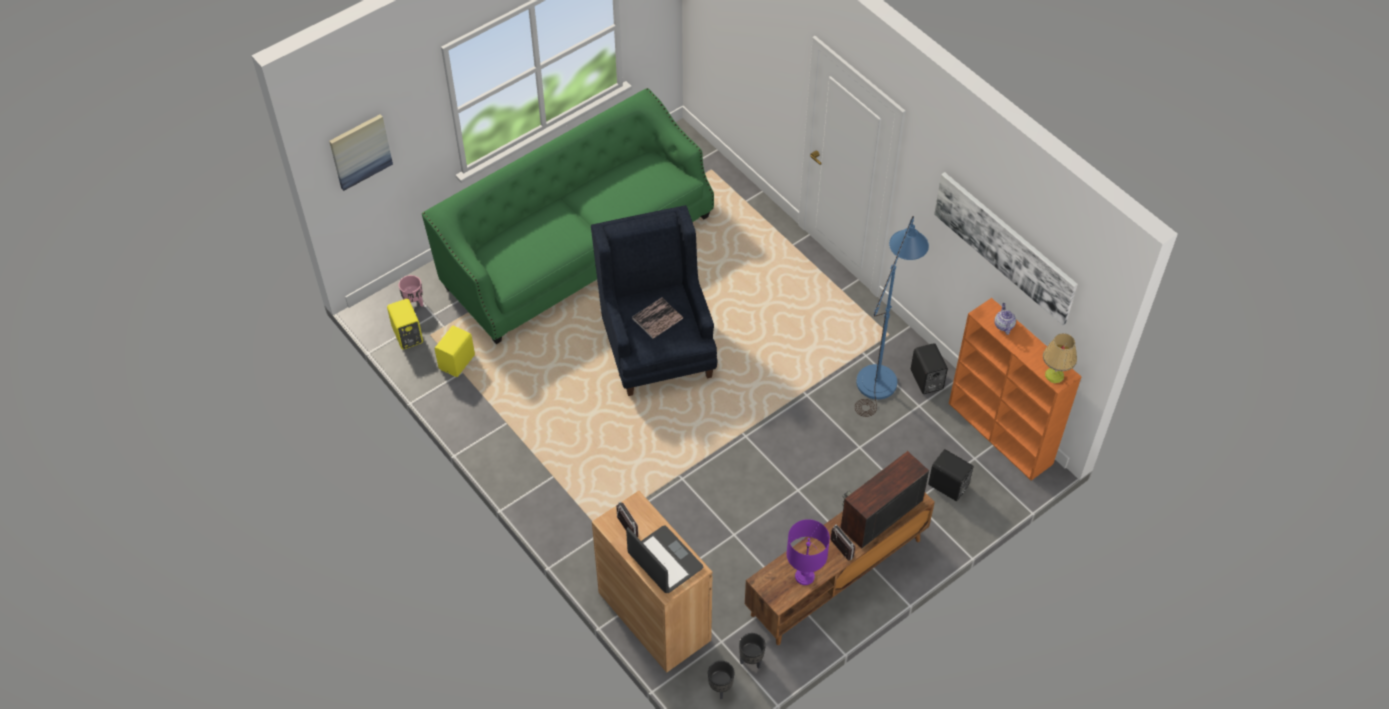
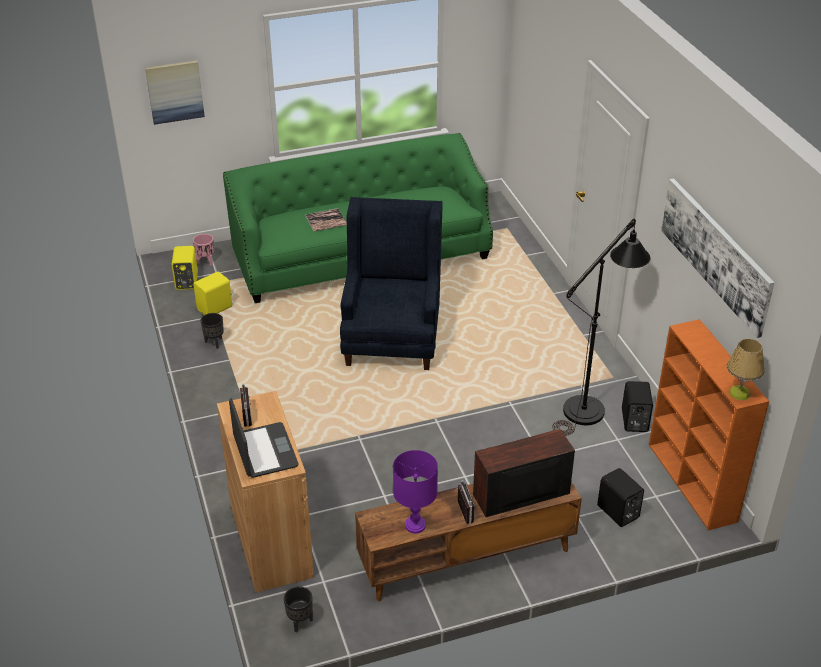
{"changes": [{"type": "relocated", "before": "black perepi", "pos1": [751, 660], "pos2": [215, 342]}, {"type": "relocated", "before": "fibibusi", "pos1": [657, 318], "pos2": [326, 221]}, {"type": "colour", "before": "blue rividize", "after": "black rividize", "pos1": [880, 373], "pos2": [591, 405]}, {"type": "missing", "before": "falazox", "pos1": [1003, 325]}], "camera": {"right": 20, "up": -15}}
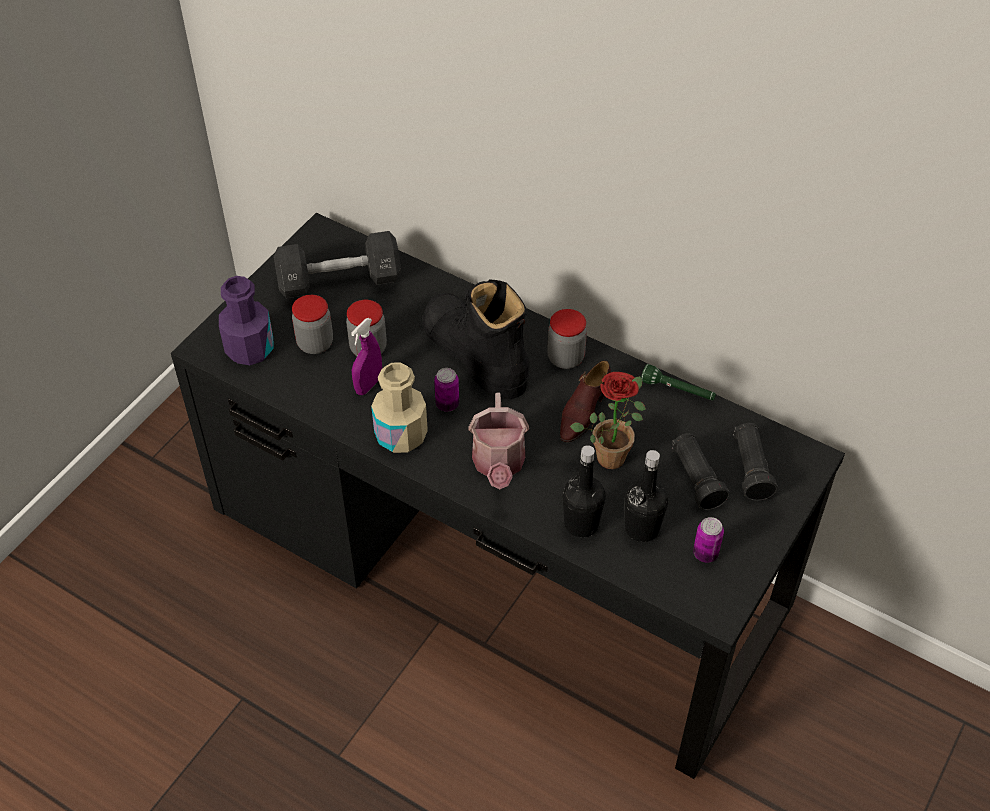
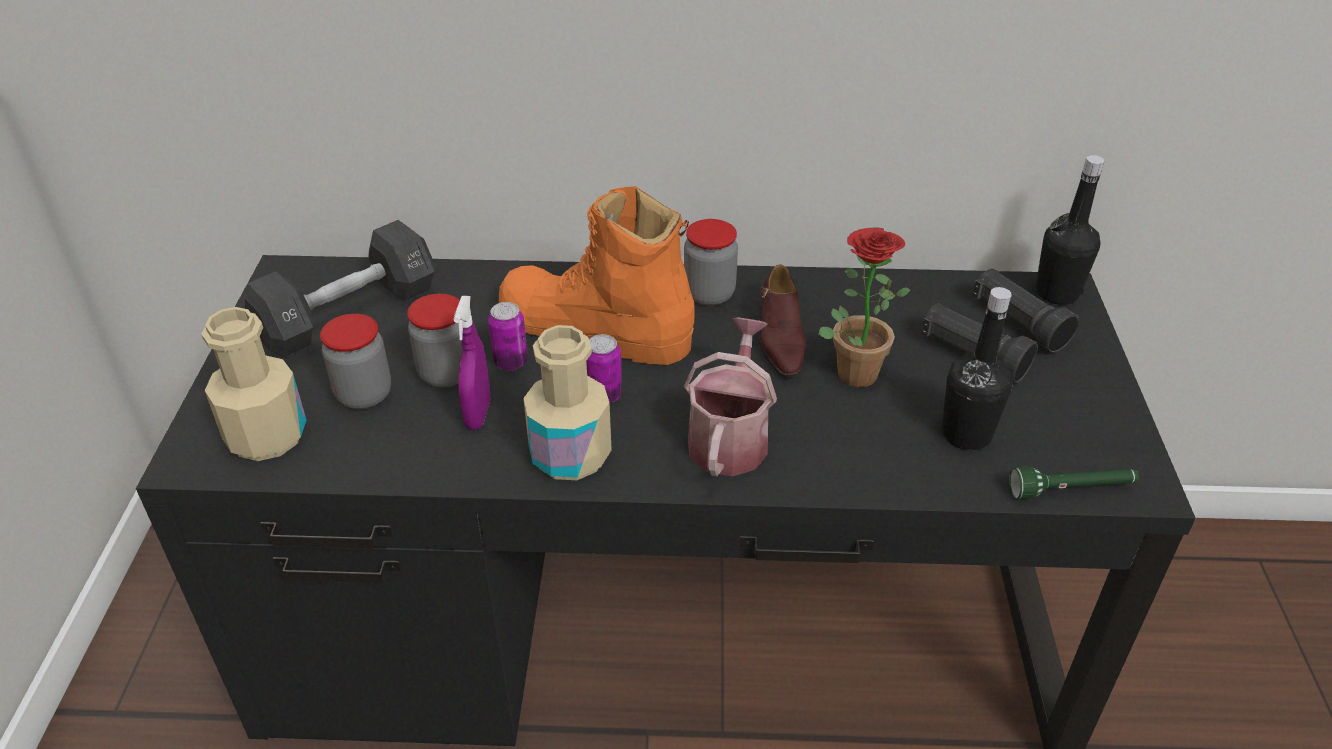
{"changes": [{"type": "colour", "before": "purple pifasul", "after": "beige pifasul", "pos1": [250, 349], "pos2": [267, 436]}, {"type": "relocated", "before": "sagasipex", "pos1": [705, 553], "pos2": [511, 362]}, {"type": "colour", "before": "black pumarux", "after": "orange pumarux", "pos1": [475, 354], "pos2": [595, 329]}, {"type": "spun", "before": "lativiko", "pos1": [498, 465], "pos2": [730, 437], "turn": -135}, {"type": "relocated", "before": "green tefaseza", "pos1": [678, 390], "pos2": [1071, 490]}, {"type": "relocated", "before": "black pifasul", "pos1": [581, 524], "pos2": [1057, 293]}], "camera": {"right": -30, "up": -10}}
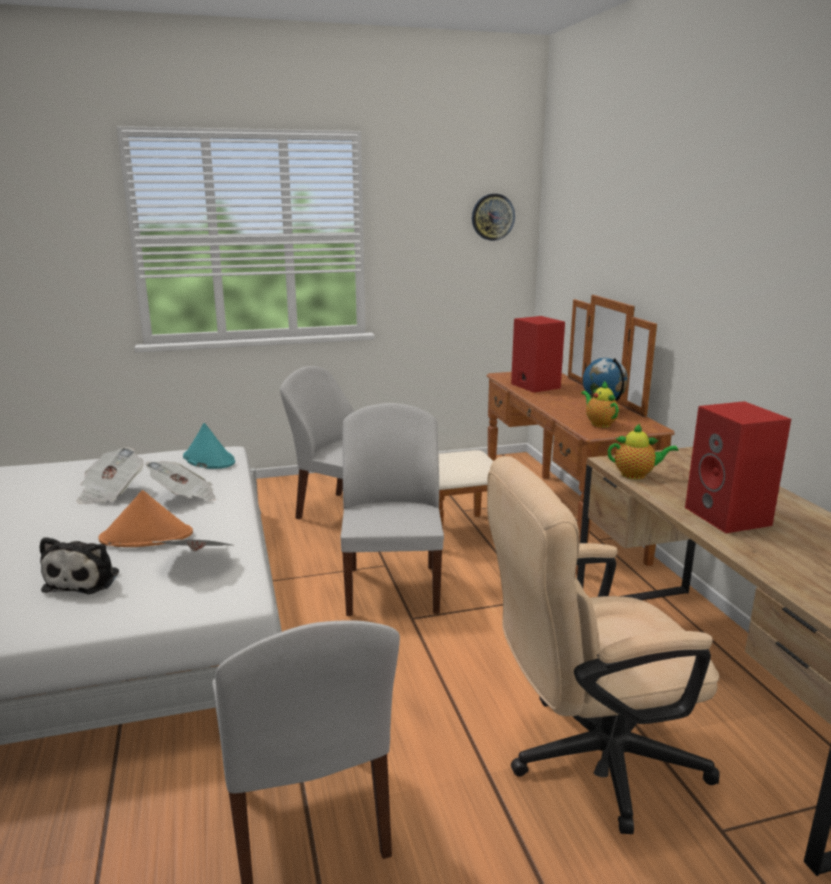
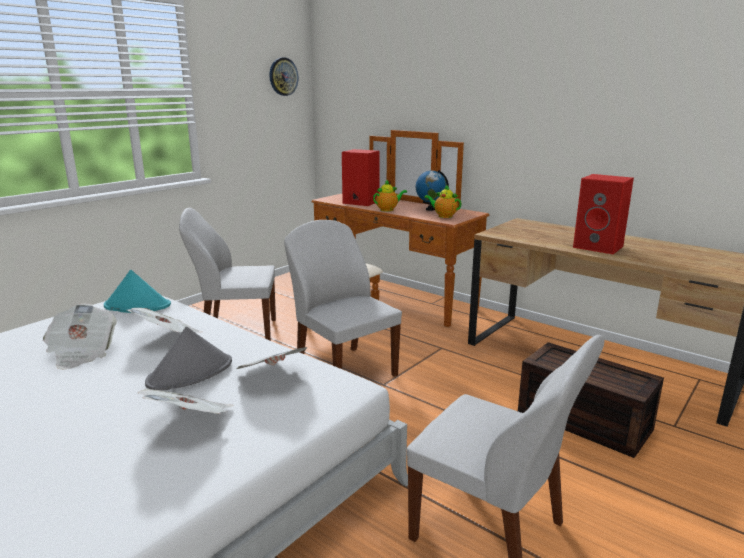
{"changes": [{"type": "exchanged", "before": "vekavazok", "after": "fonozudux", "pos1": [85, 579], "pos2": [191, 421]}, {"type": "colour", "before": "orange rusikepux", "after": "grey rusikepux", "pos1": [147, 536], "pos2": [190, 373]}, {"type": "relocated", "before": "falazox", "pos1": [636, 475], "pos2": [388, 210]}, {"type": "exchanged", "before": "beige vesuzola", "after": "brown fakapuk", "pos1": [588, 758], "pos2": [581, 420]}], "camera": {"right": -35, "up": 0}}
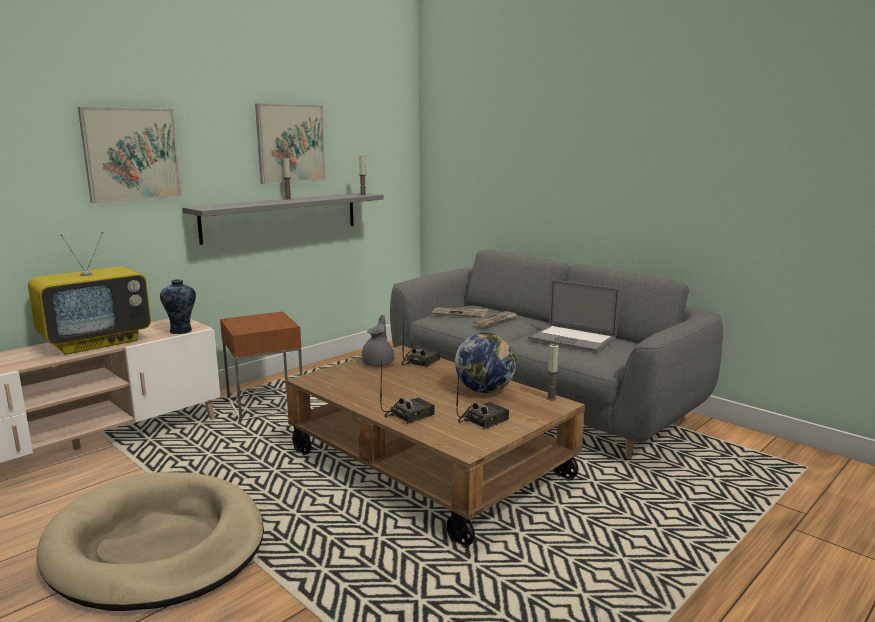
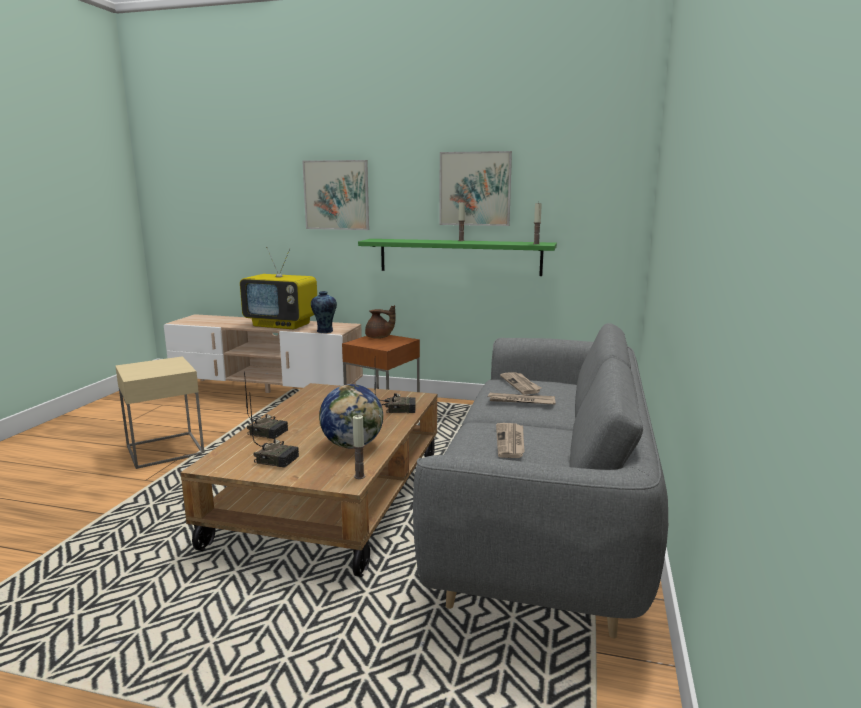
{"changes": [{"type": "exchanged", "before": "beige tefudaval", "after": "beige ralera", "pos1": [157, 546], "pos2": [165, 450]}, {"type": "colour", "before": "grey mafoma", "after": "green mafoma", "pos1": [282, 216], "pos2": [459, 256]}, {"type": "appeared", "after": "brown falazox", "pos2": [379, 337]}, {"type": "exchanged", "before": "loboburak", "after": "fonozudux", "pos1": [572, 339], "pos2": [511, 442]}, {"type": "missing", "before": "grey falazox", "pos1": [379, 363]}], "camera": {"right": 60, "up": 0}}
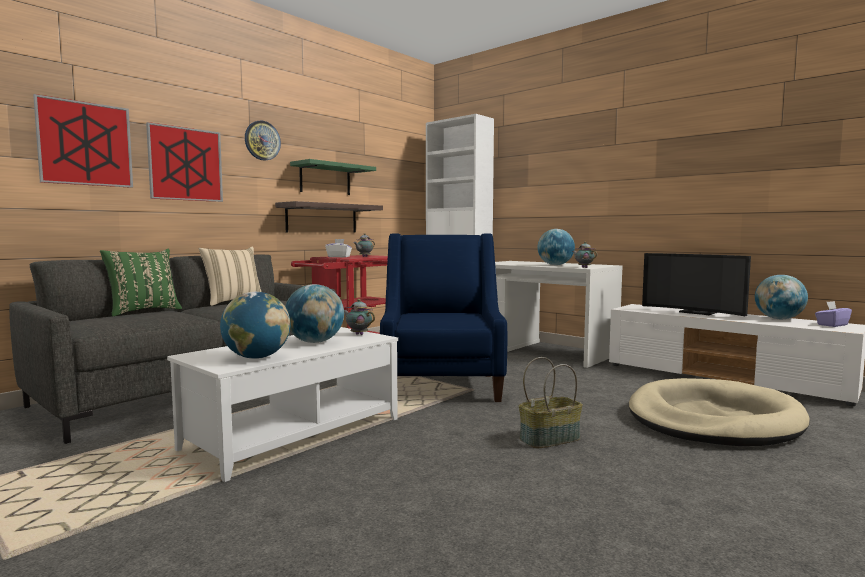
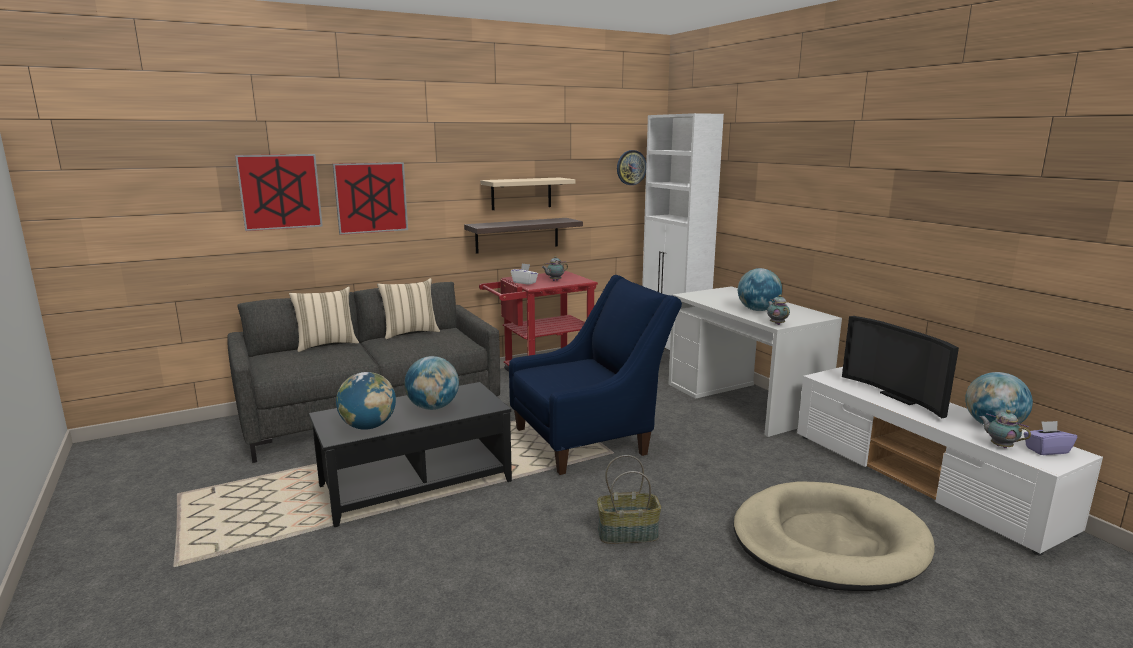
{"changes": [{"type": "colour", "before": "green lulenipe", "after": "beige lulenipe", "pos1": [143, 311], "pos2": [326, 344]}, {"type": "colour", "before": "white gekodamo", "after": "black gekodamo", "pos1": [293, 433], "pos2": [415, 483]}, {"type": "colour", "before": "green mafoma", "after": "beige mafoma", "pos1": [325, 179], "pos2": [521, 193]}, {"type": "spun", "before": "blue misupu", "pos1": [442, 384], "pos2": [589, 439], "turn": 45}, {"type": "relocated", "before": "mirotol", "pos1": [262, 140], "pos2": [631, 167]}, {"type": "relocated", "before": "falazox", "pos1": [358, 334], "pos2": [999, 446]}], "camera": {"right": 20, "up": 10}}
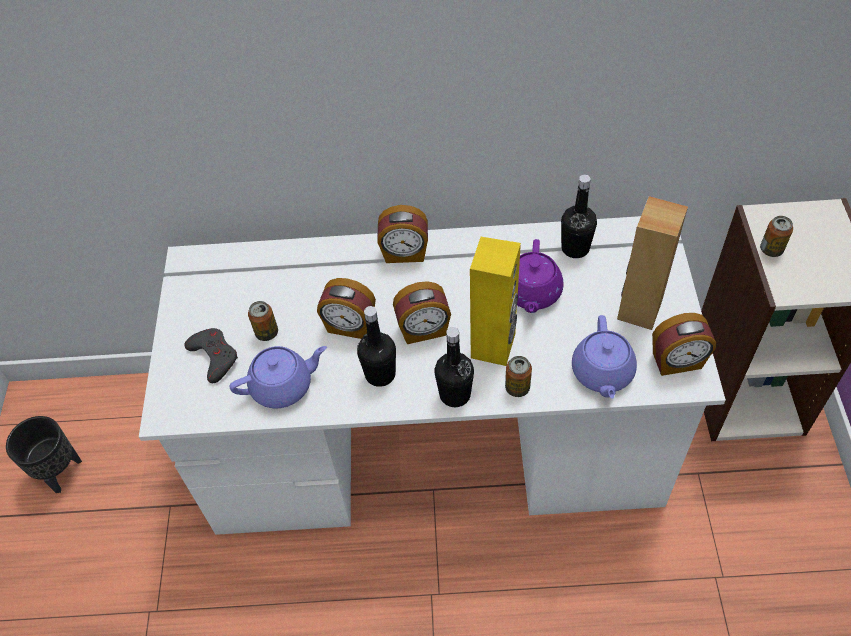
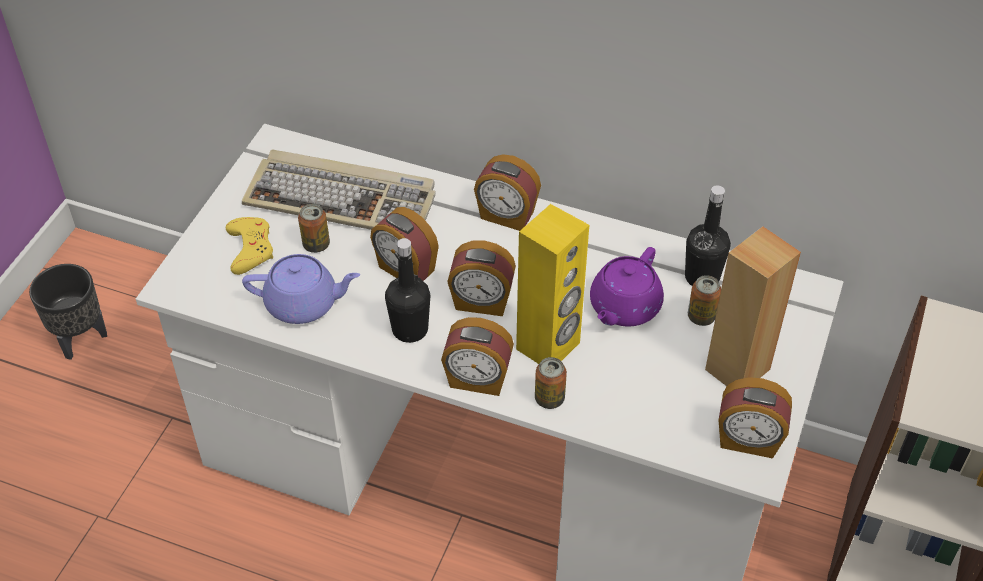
{"changes": [{"type": "colour", "before": "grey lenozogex", "after": "yellow lenozogex", "pos1": [214, 356], "pos2": [250, 248]}, {"type": "appeared", "after": "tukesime", "pos2": [343, 199]}, {"type": "exchanged", "before": "black pifasul", "after": "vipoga", "pos1": [455, 394], "pos2": [477, 380]}, {"type": "relocated", "before": "sagasipex", "pos1": [771, 249], "pos2": [701, 316]}, {"type": "missing", "before": "purple falazox", "pos1": [602, 373]}], "camera": {"right": 20, "up": -5}}
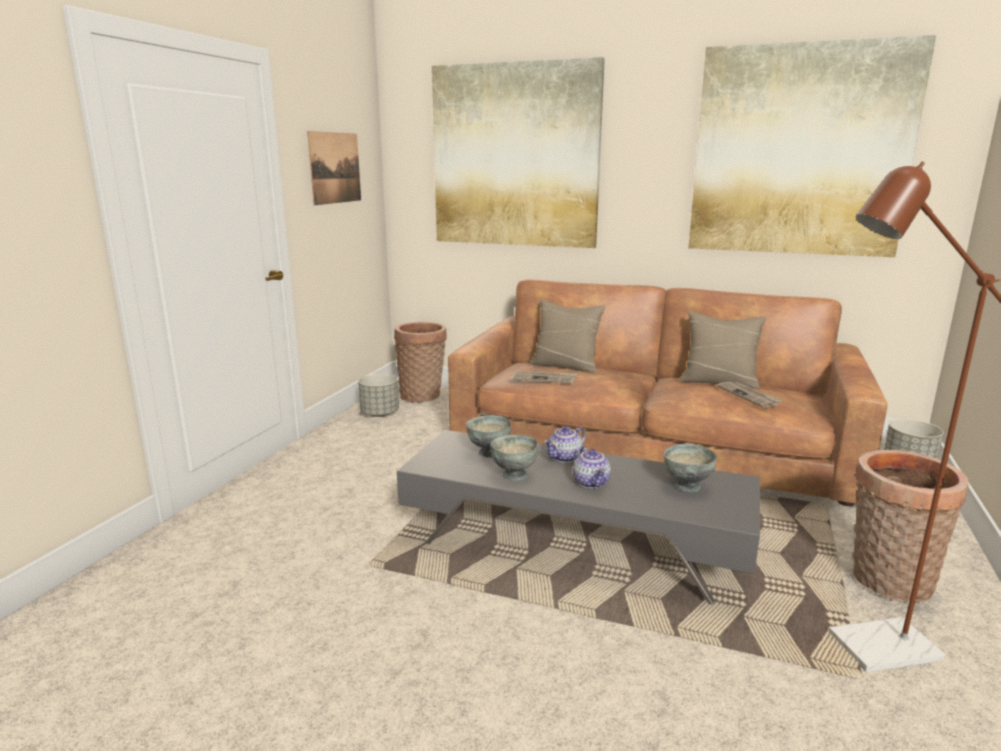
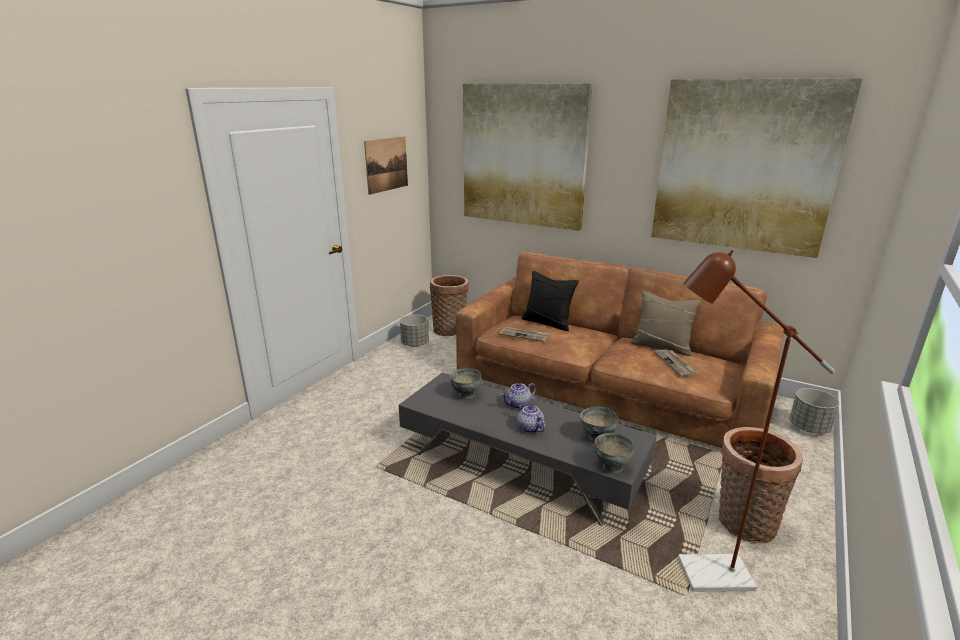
{"changes": [{"type": "spun", "before": "falazox", "pos1": [592, 483], "pos2": [529, 428], "turn": 150}, {"type": "colour", "before": "beige lulenipe", "after": "black lulenipe", "pos1": [565, 366], "pos2": [547, 323]}, {"type": "relocated", "before": "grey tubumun", "pos1": [514, 475], "pos2": [611, 467]}], "camera": {"right": 10, "up": 5}}
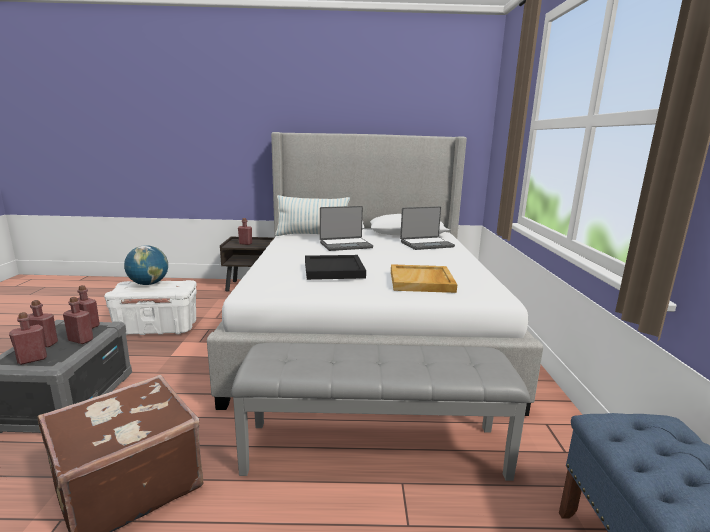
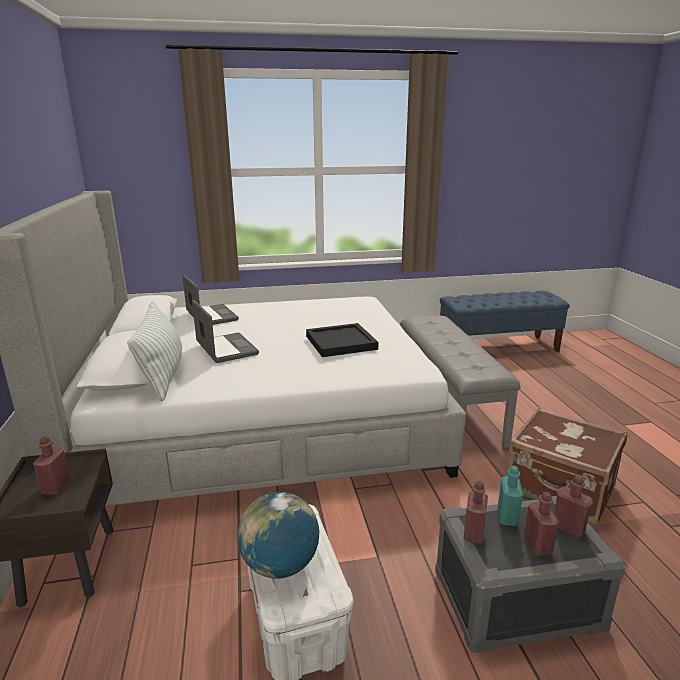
{"changes": [{"type": "colour", "before": "red pifasul", "after": "turquoise pifasul", "pos1": [81, 340], "pos2": [507, 517]}, {"type": "missing", "before": "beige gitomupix", "pos1": [422, 281]}], "camera": {"right": -100, "up": 5}}
